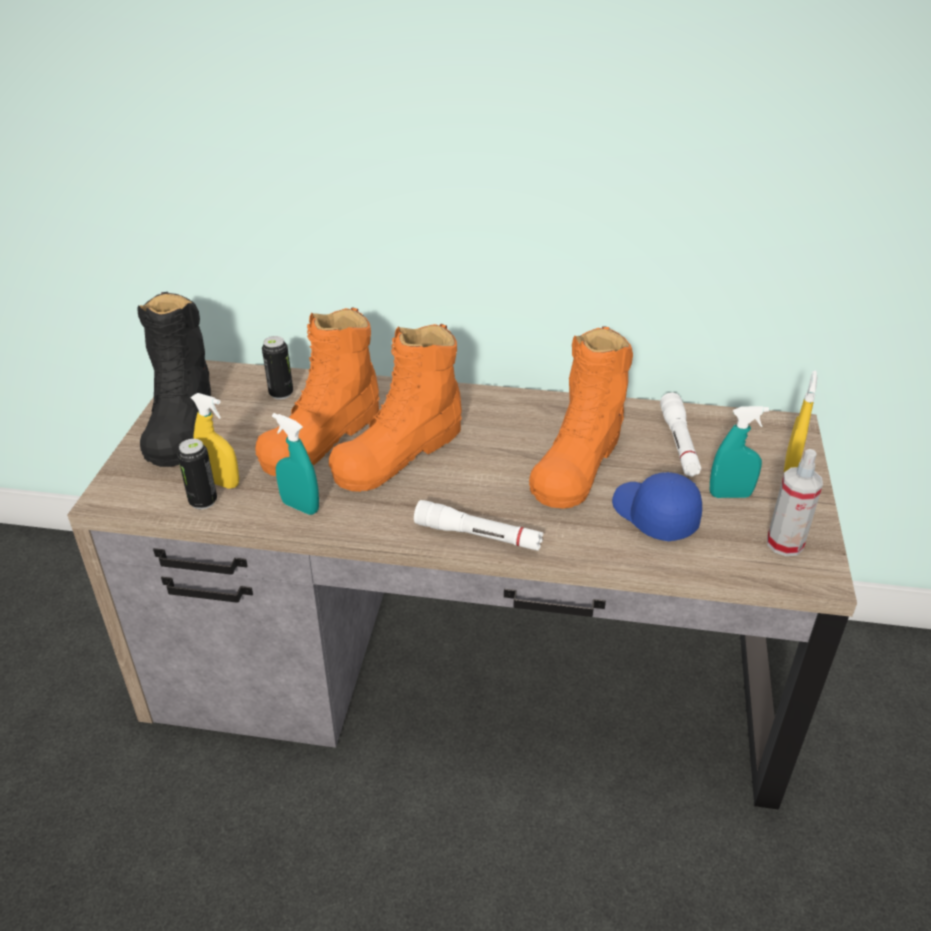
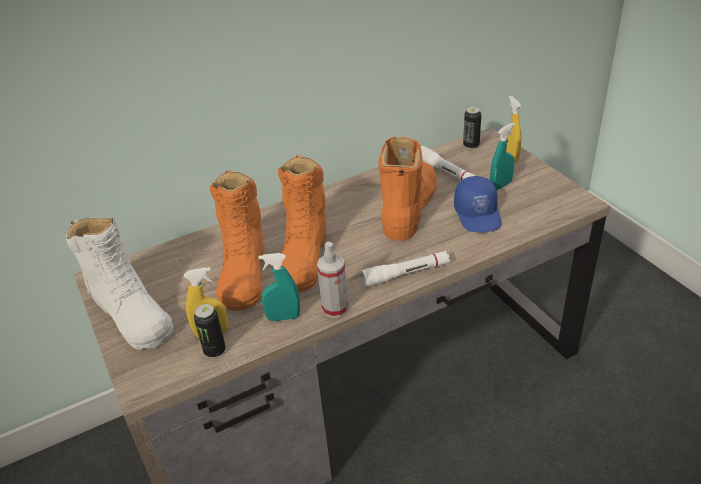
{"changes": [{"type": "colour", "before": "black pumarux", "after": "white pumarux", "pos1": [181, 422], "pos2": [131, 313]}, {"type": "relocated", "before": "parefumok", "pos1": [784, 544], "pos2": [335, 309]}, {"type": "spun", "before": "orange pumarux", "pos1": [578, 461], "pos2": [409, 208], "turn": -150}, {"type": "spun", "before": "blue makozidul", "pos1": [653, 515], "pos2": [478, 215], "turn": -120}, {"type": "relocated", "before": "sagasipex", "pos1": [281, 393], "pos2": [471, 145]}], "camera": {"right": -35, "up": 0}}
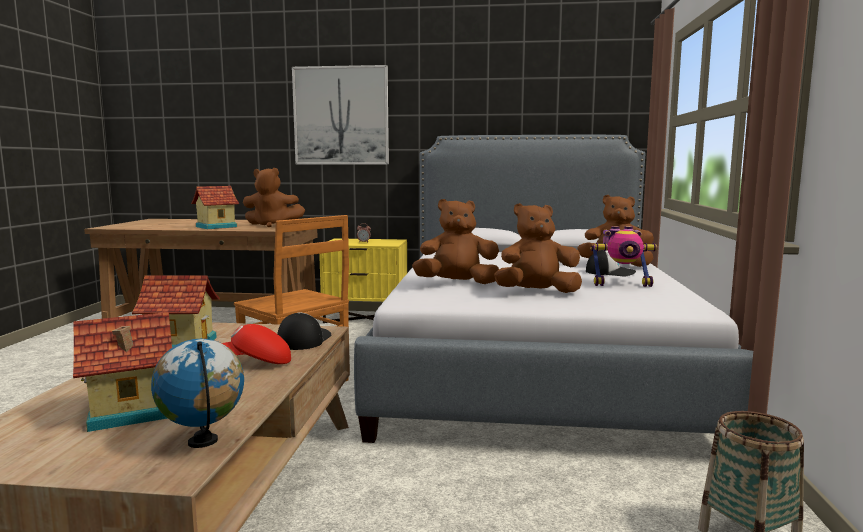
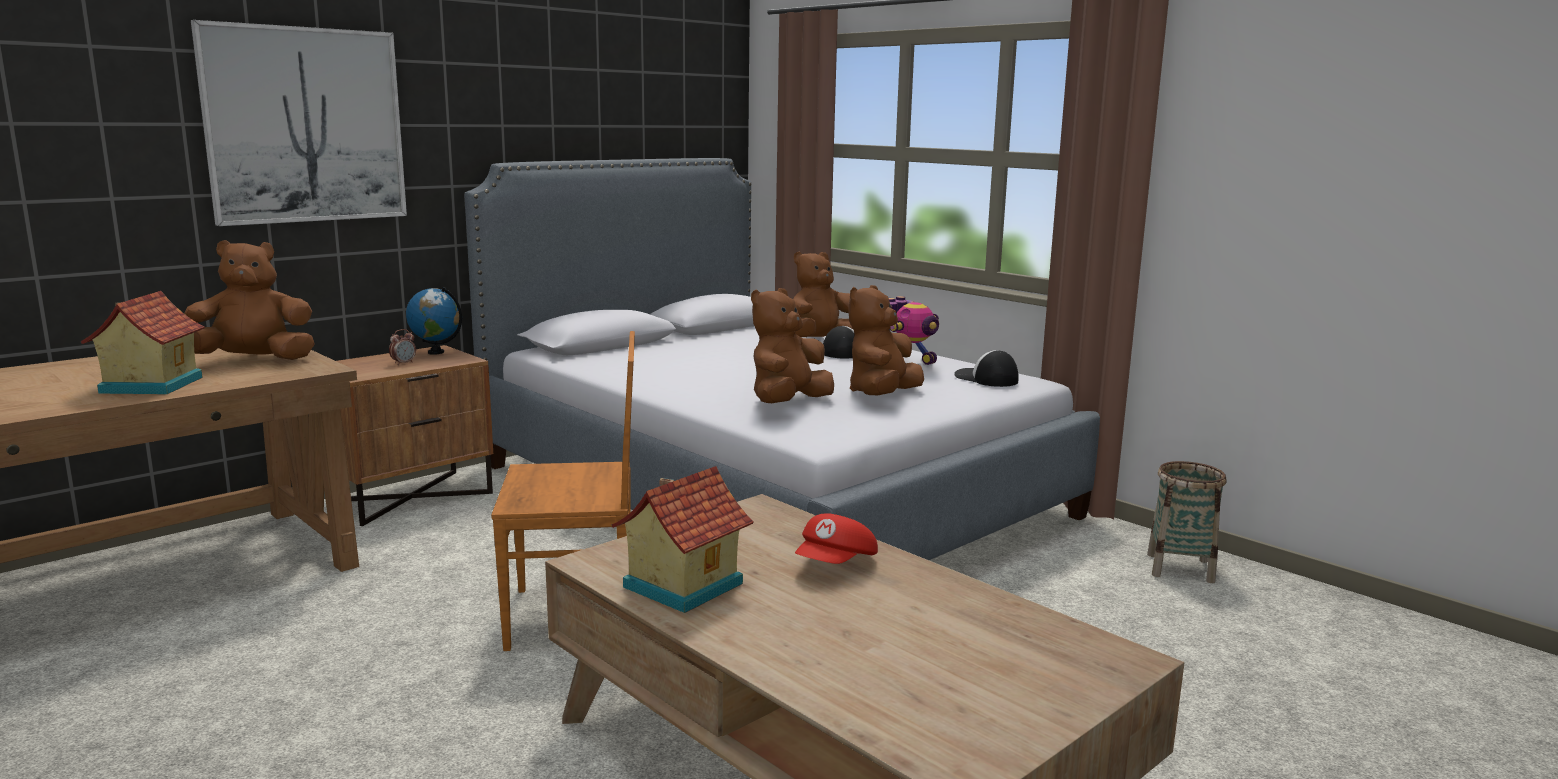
{"changes": [{"type": "spun", "before": "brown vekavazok", "pos1": [272, 225], "pos2": [253, 361], "turn": -150}, {"type": "colour", "before": "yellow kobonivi", "after": "brown kobonivi", "pos1": [366, 318], "pos2": [411, 496]}, {"type": "relocated", "before": "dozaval", "pos1": [203, 442], "pos2": [436, 352]}, {"type": "relocated", "before": "makozidul", "pos1": [303, 340], "pos2": [986, 379]}, {"type": "missing", "before": "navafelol", "pos1": [131, 411]}], "camera": {"right": -50, "up": 5}}
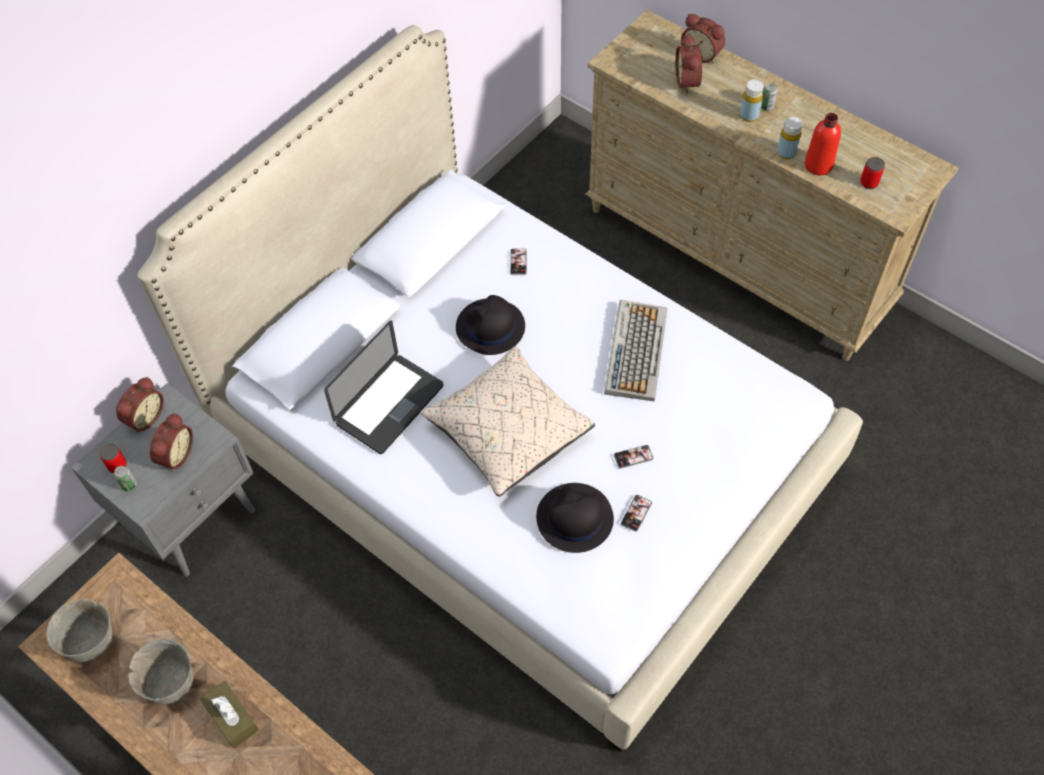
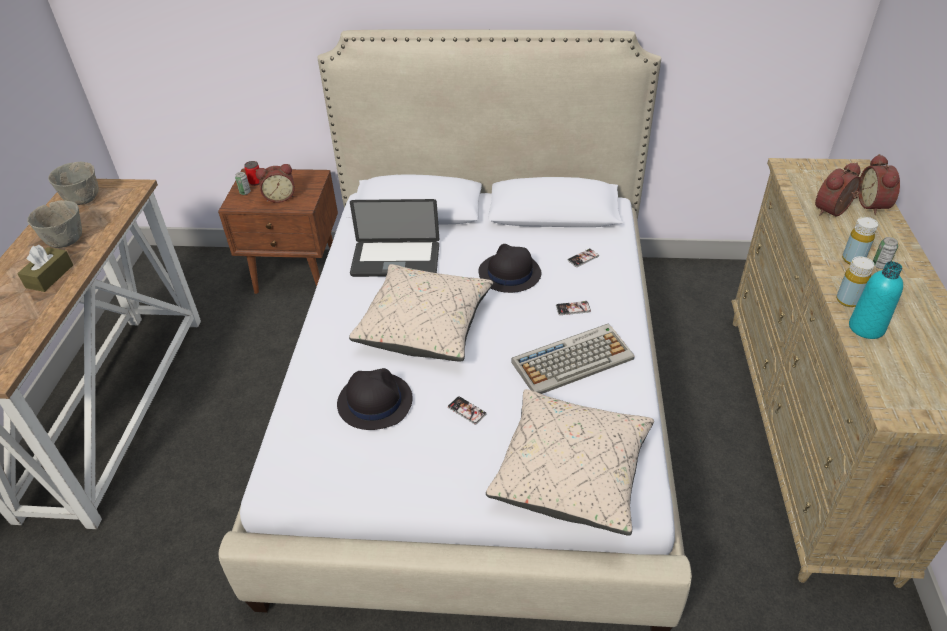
{"changes": [{"type": "colour", "before": "grey kobonivi", "after": "brown kobonivi", "pos1": [193, 517], "pos2": [297, 274]}, {"type": "appeared", "after": "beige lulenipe", "pos2": [571, 473]}, {"type": "relocated", "before": "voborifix", "pos1": [636, 513], "pos2": [573, 308]}, {"type": "colour", "before": "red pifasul", "after": "turquoise pifasul", "pos1": [818, 165], "pos2": [866, 328]}, {"type": "missing", "before": "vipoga", "pos1": [144, 417]}, {"type": "missing", "before": "sagasipex", "pos1": [869, 182]}], "camera": {"right": 55, "up": -15}}
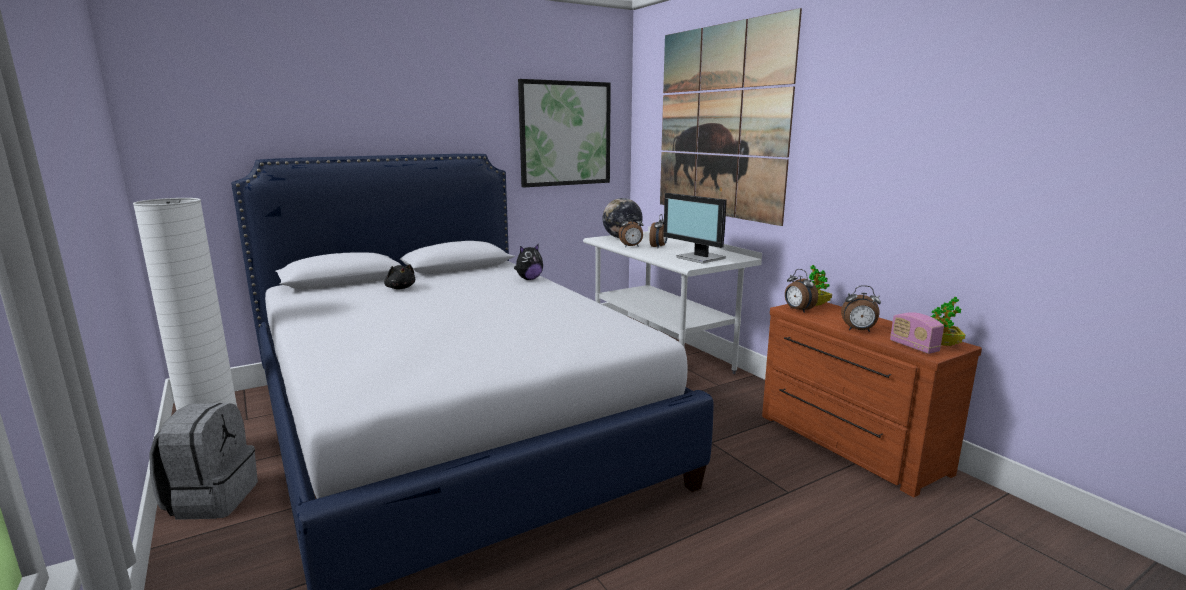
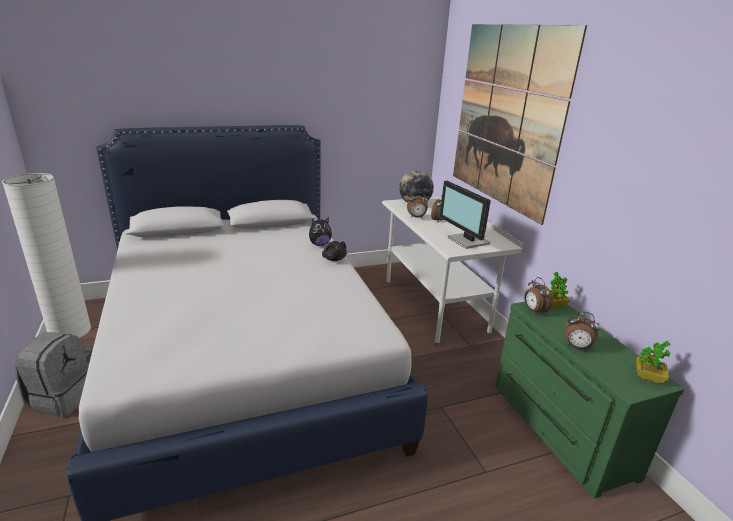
{"changes": [{"type": "relocated", "before": "black vekavazok", "pos1": [400, 288], "pos2": [334, 258]}, {"type": "colour", "before": "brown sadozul", "after": "green sadozul", "pos1": [847, 444], "pos2": [557, 429]}, {"type": "missing", "before": "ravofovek", "pos1": [565, 133]}, {"type": "missing", "before": "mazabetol", "pos1": [913, 347]}], "camera": {"right": 10, "up": 10}}
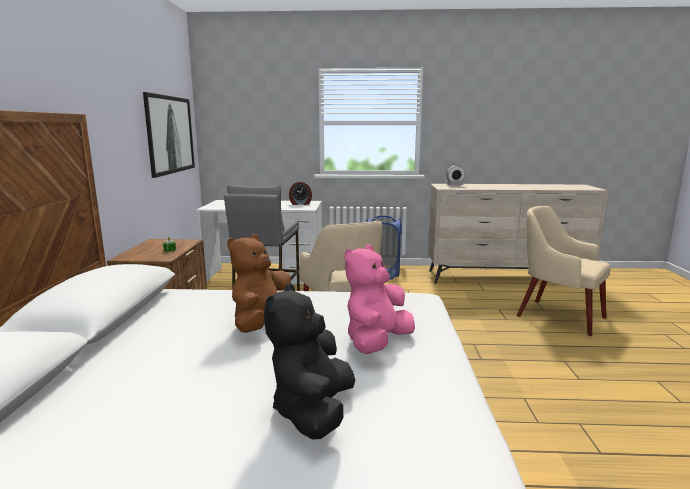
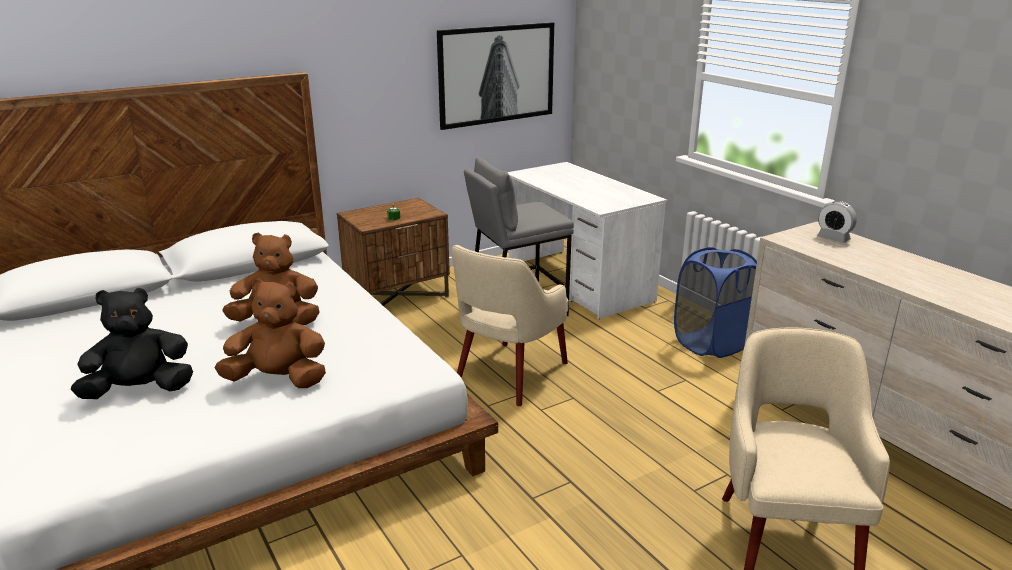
{"changes": [{"type": "colour", "before": "pink vekavazok", "after": "brown vekavazok", "pos1": [377, 343], "pos2": [278, 380]}, {"type": "missing", "before": "vipoga", "pos1": [300, 204]}], "camera": {"right": 55, "up": 10}}
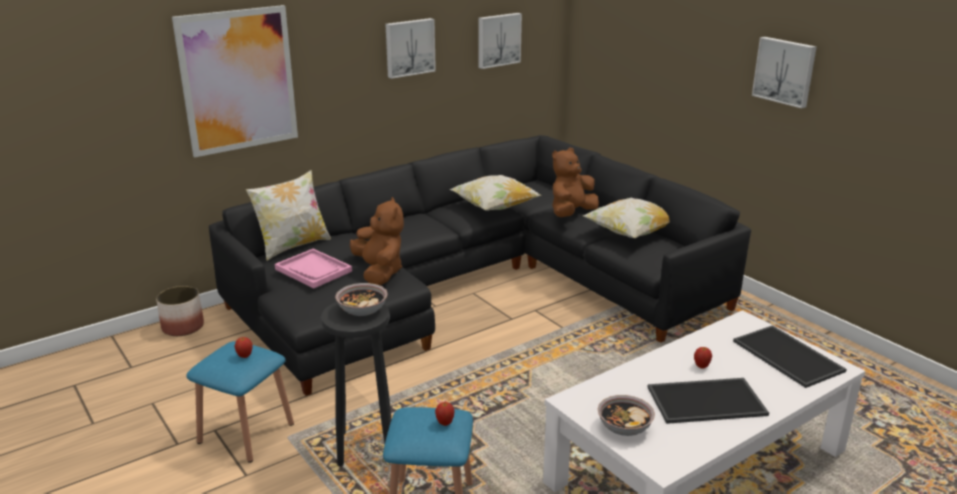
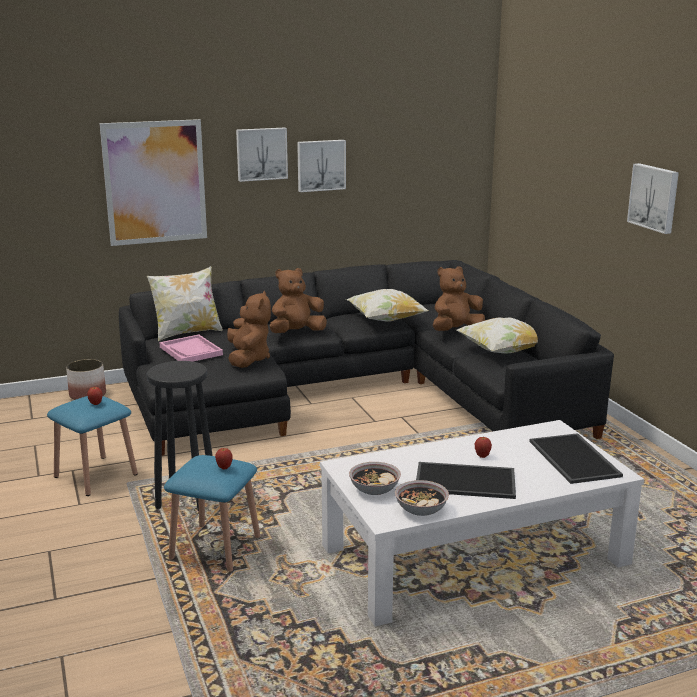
{"changes": [{"type": "relocated", "before": "ravofovek", "pos1": [498, 40], "pos2": [261, 154]}, {"type": "appeared", "after": "brown vekavazok", "pos2": [296, 333]}, {"type": "relocated", "before": "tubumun", "pos1": [362, 310], "pos2": [421, 509]}], "camera": {"right": 15, "up": -5}}
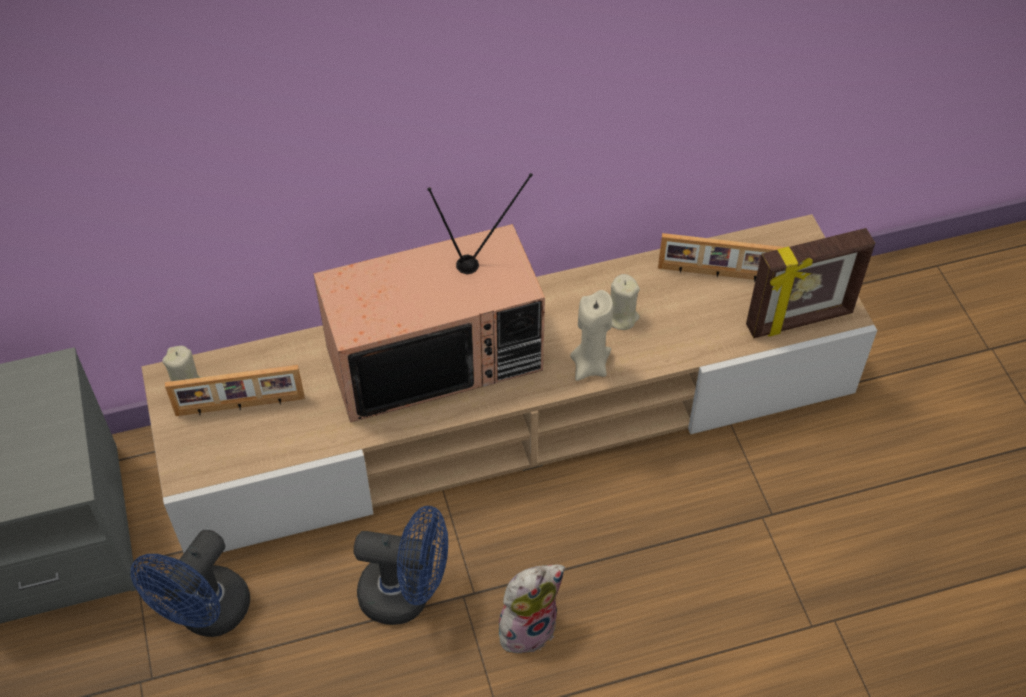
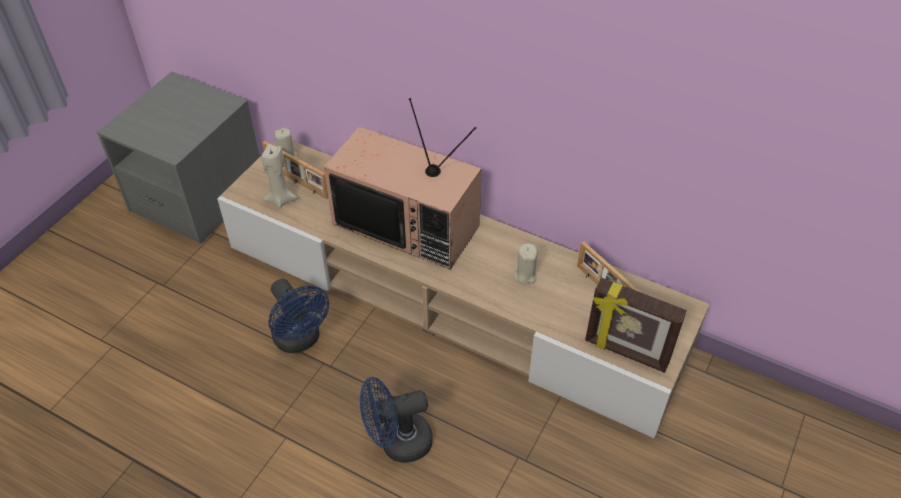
{"changes": [{"type": "relocated", "before": "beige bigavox", "pos1": [590, 365], "pos2": [281, 199]}, {"type": "relocated", "before": "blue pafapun", "pos1": [206, 615], "pos2": [397, 443]}, {"type": "missing", "before": "vekavazok", "pos1": [527, 626]}], "camera": {"right": 45, "up": -5}}
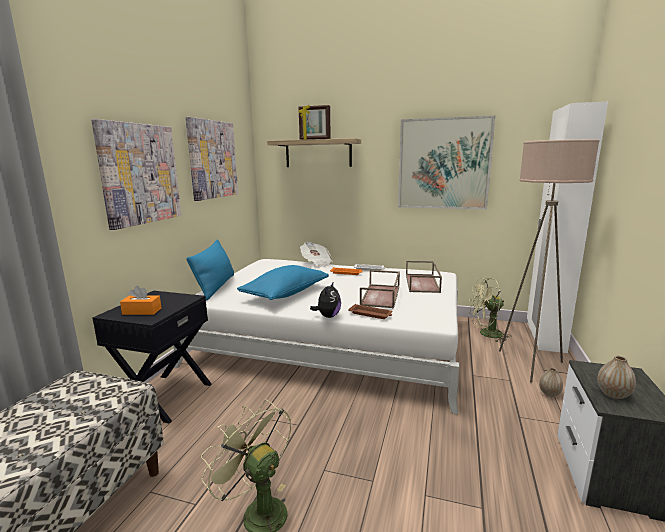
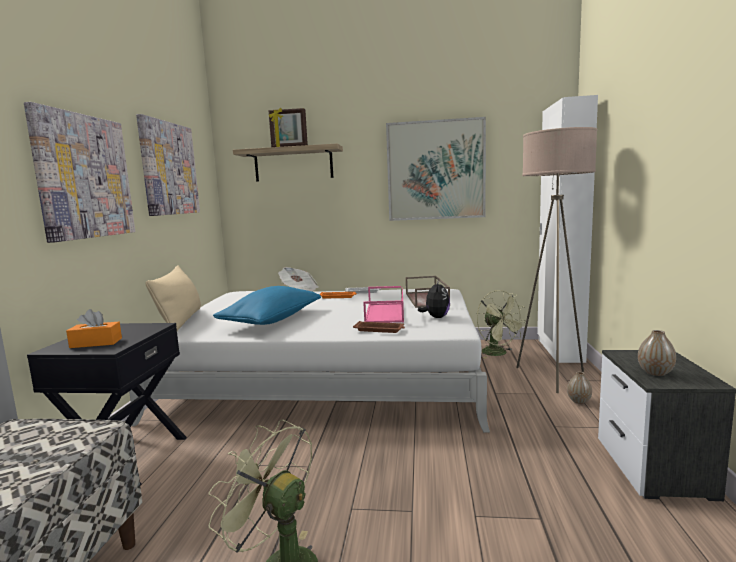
{"changes": [{"type": "colour", "before": "blue lulenipe", "after": "beige lulenipe", "pos1": [215, 286], "pos2": [180, 321]}, {"type": "colour", "before": "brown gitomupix", "after": "pink gitomupix", "pos1": [381, 296], "pos2": [386, 313]}, {"type": "relocated", "before": "vekavazok", "pos1": [328, 316], "pos2": [436, 317]}, {"type": "spun", "before": "green pafapun", "pos1": [486, 334], "pos2": [499, 354], "turn": -105}], "camera": {"right": -10, "up": -5}}
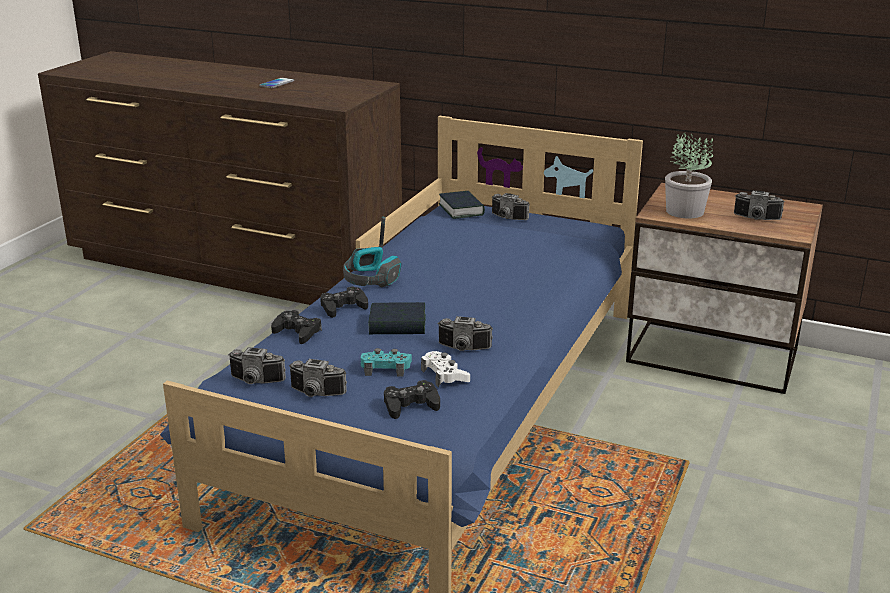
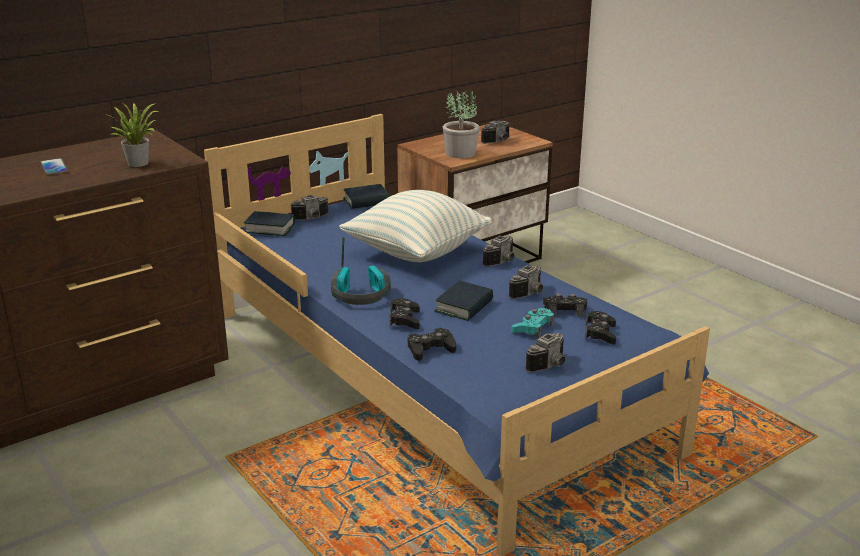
{"changes": [{"type": "appeared", "after": "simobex", "pos2": [139, 162]}, {"type": "appeared", "after": "lulenipe", "pos2": [416, 252]}, {"type": "appeared", "after": "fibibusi", "pos2": [366, 201]}, {"type": "relocated", "before": "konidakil", "pos1": [255, 382], "pos2": [503, 262]}, {"type": "colour", "before": "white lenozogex", "after": "black lenozogex", "pos1": [444, 375], "pos2": [564, 310]}], "camera": {"right": -60, "up": 0}}
